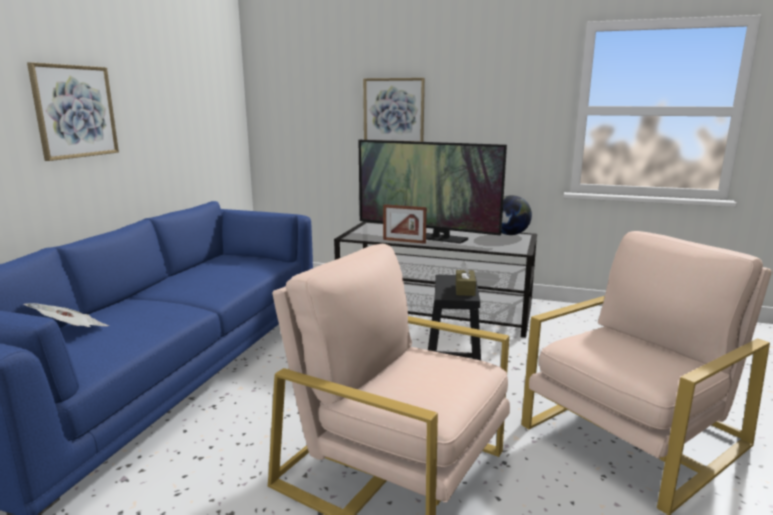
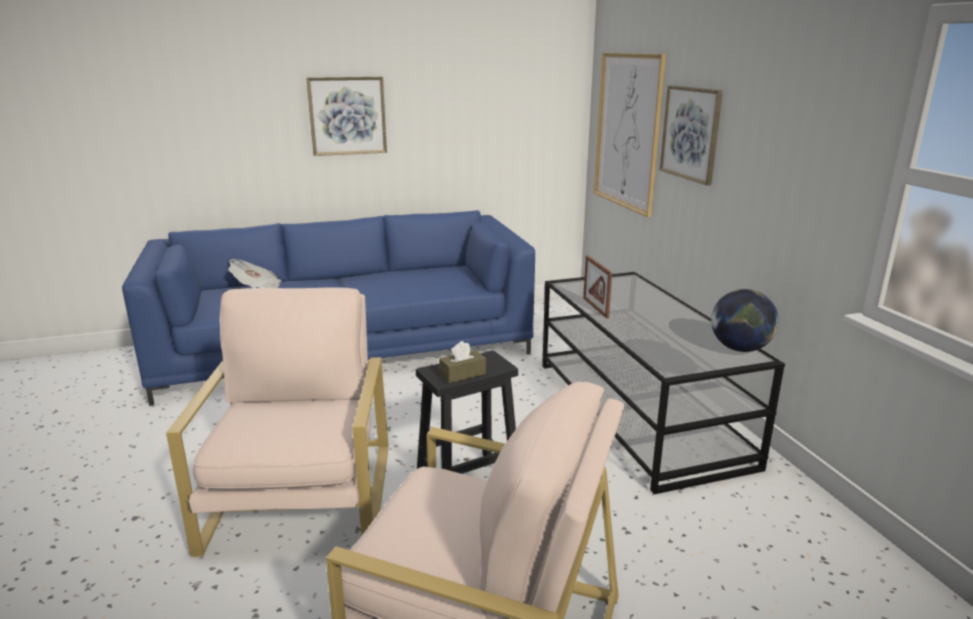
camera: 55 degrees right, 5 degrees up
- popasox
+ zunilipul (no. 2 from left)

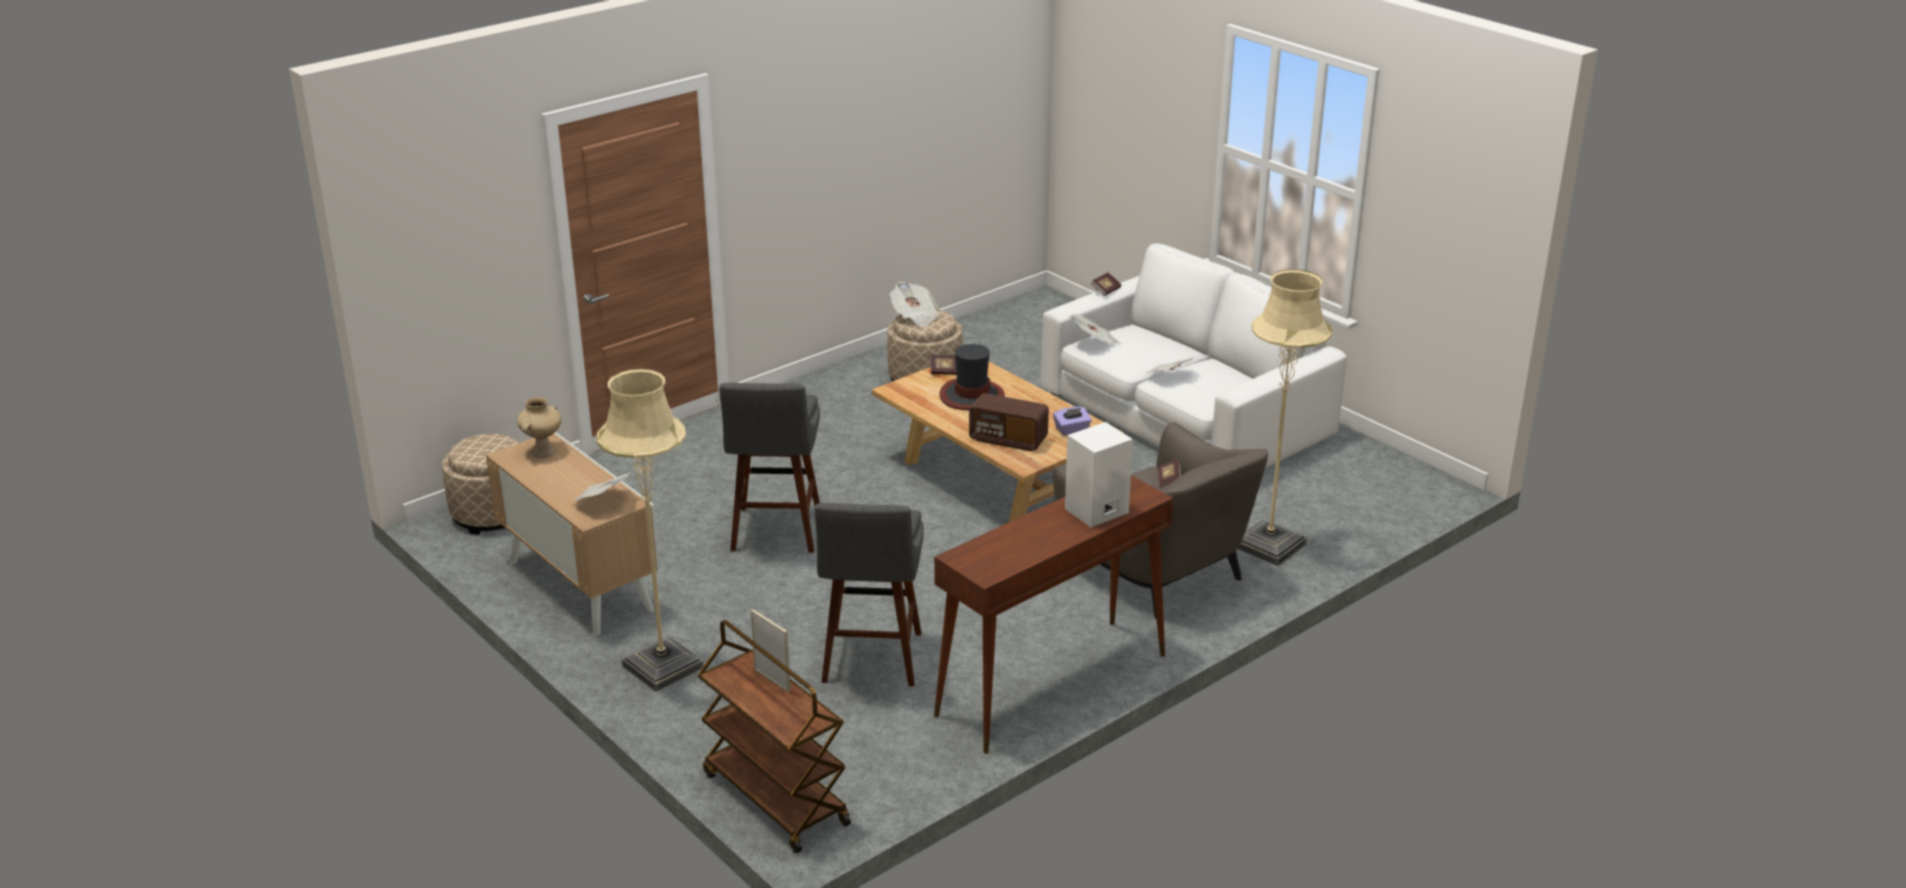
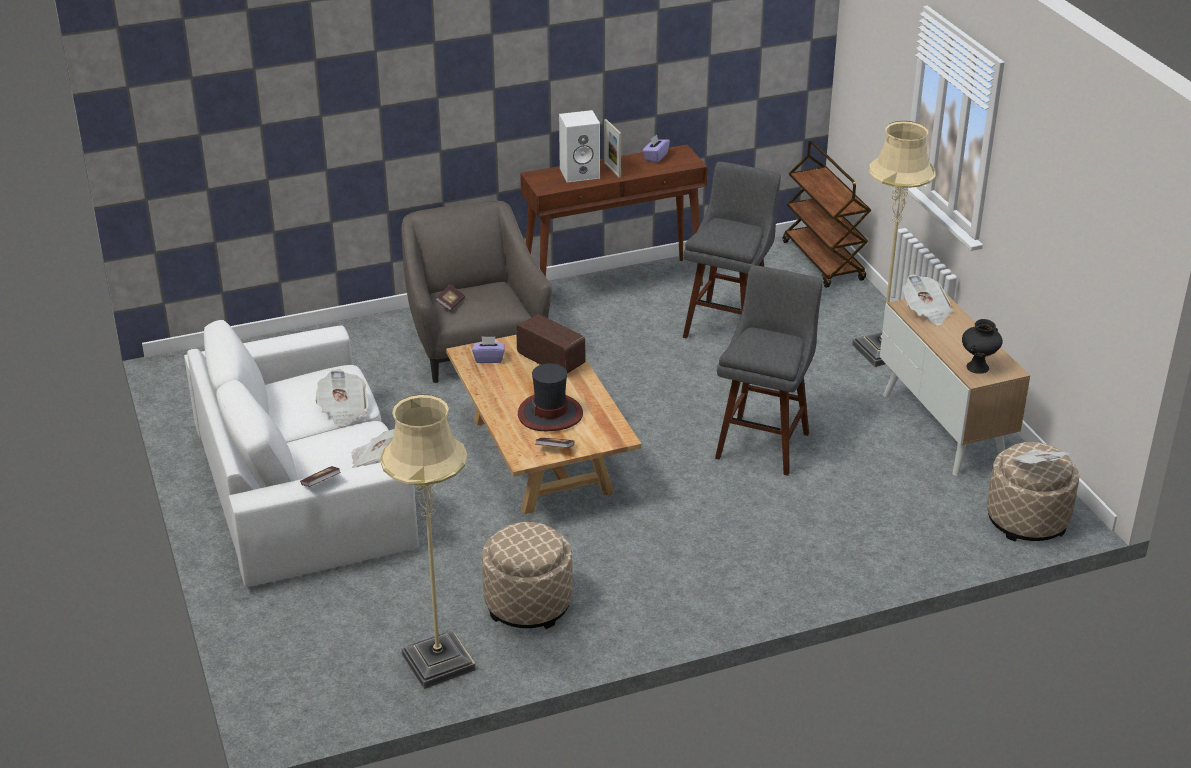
camera: 160 degrees left, 5 degrees up
~ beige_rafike to black_rafike
~ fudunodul
~ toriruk (no. 2 from left in the first image) to toriruk (no. 4 from left)
~ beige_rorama (no. 2 from left in the first image) to beige_rorama (no. 1 from left)
+ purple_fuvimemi (no. 2 from left)

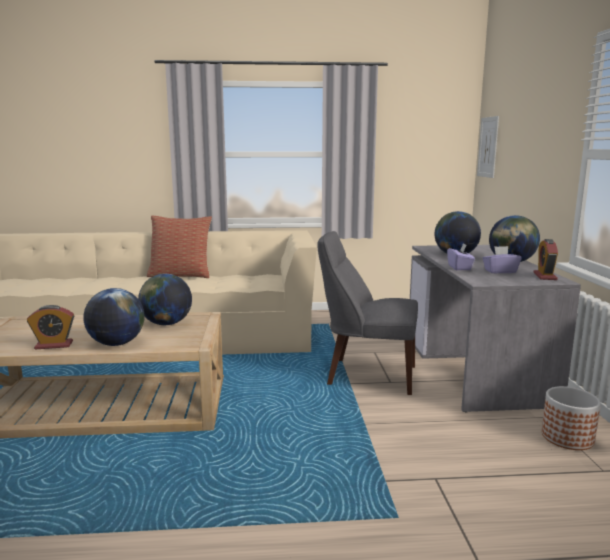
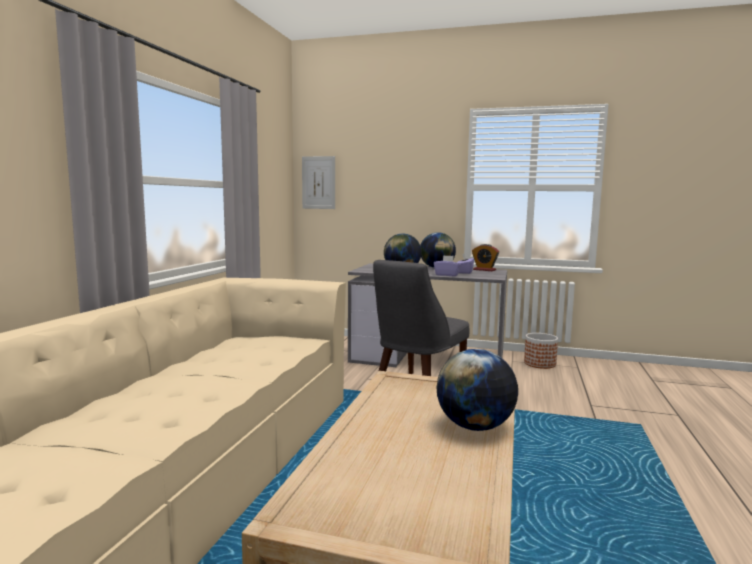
camera: 70 degrees left, 5 degrees down
- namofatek (no. 1 from left)
- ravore (no. 2 from left)
- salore

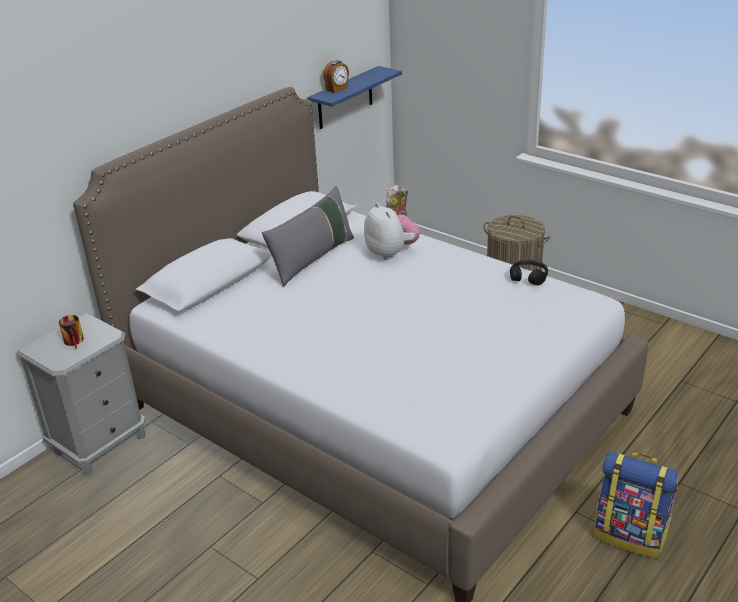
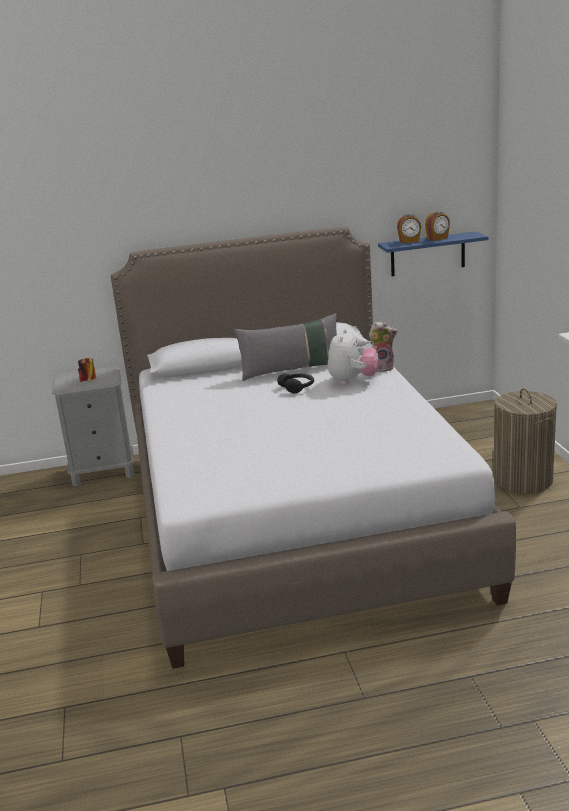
camera: 40 degrees right, 10 degrees down
~ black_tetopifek
- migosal
+ namofatek (no. 2 from left)

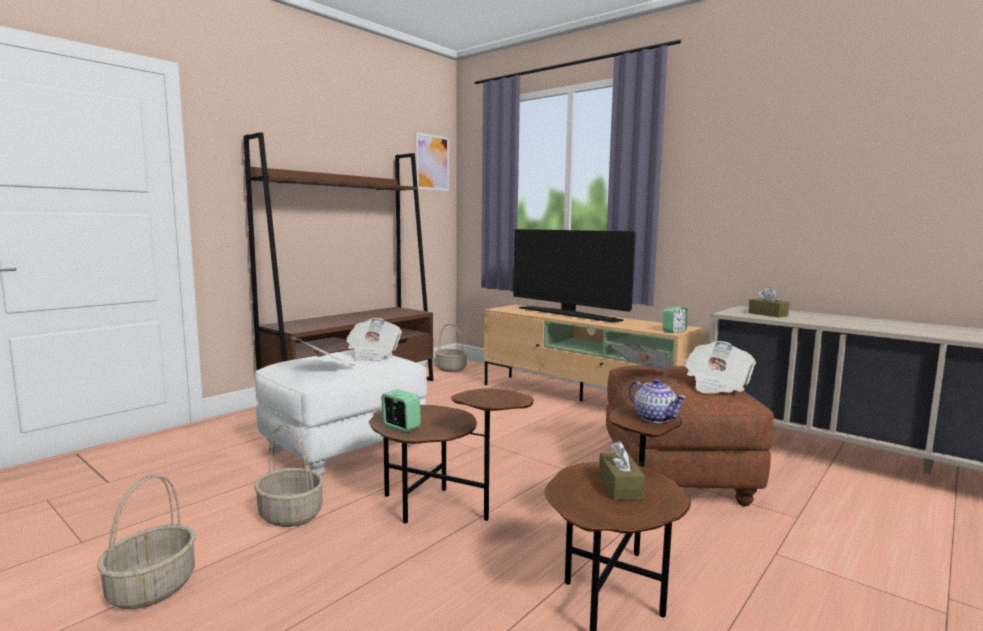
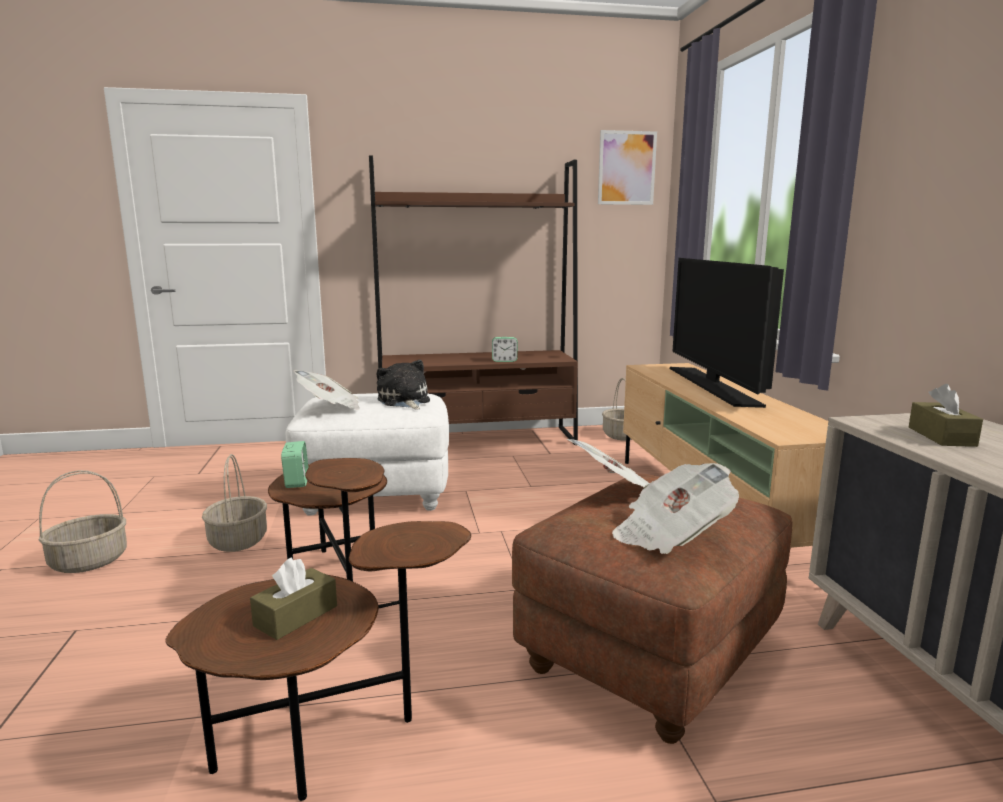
camera: 40 degrees right, 5 degrees up
~ toriruk (no. 2 from left) to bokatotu
- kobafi
~ namofatek (no. 2 from left)

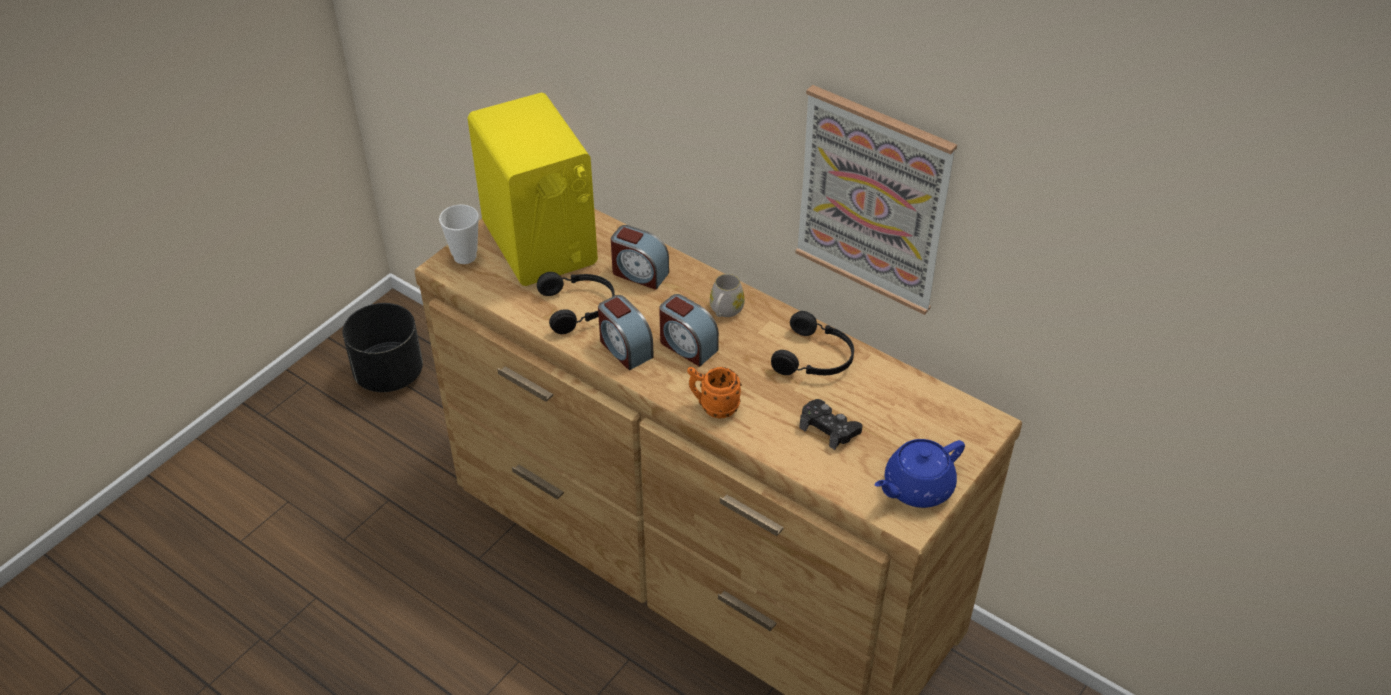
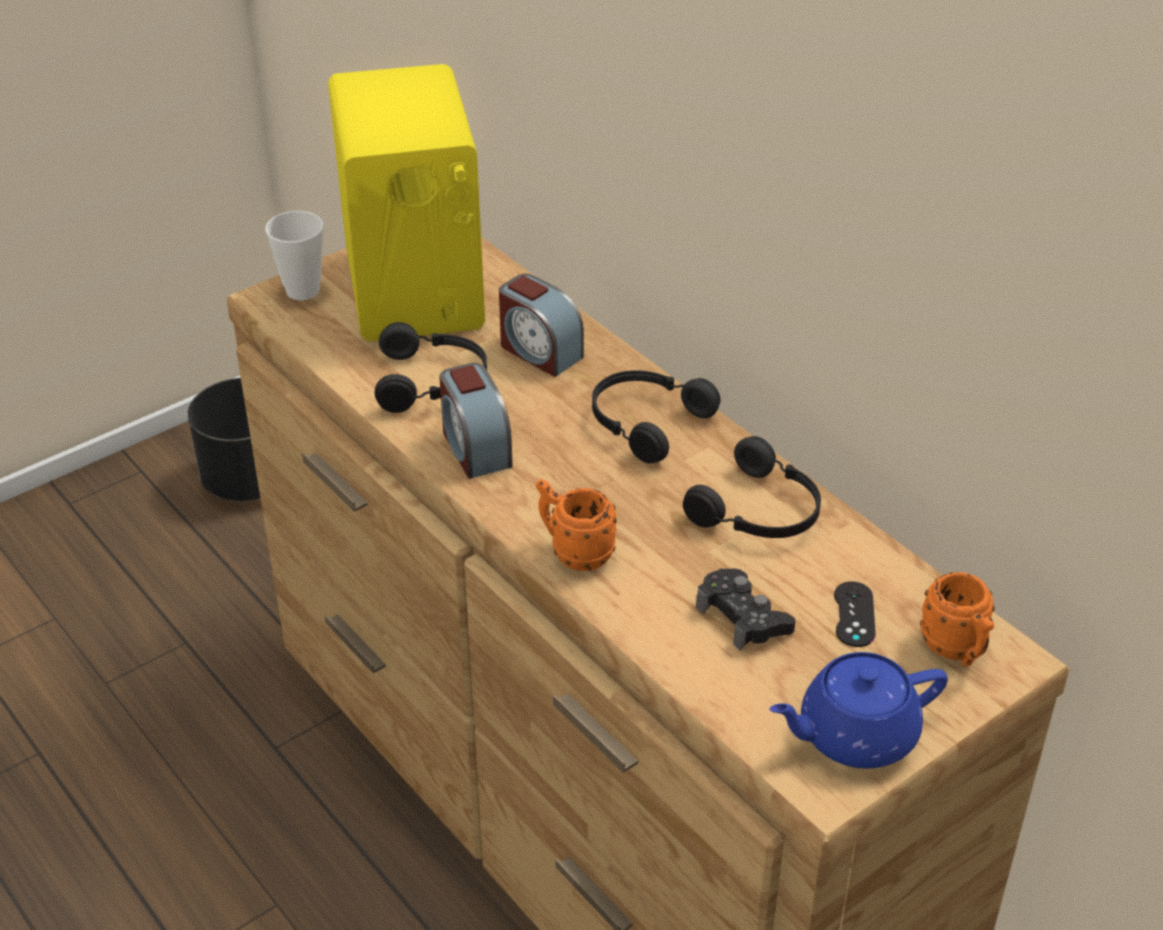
camera: 15 degrees right, 5 degrees down
- namofatek (no. 3 from left)
~ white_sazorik to black_tetopifek (no. 2 from left)
- zunilipul
+ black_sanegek (no. 2 from left)
+ orange_sazorik (no. 2 from left)

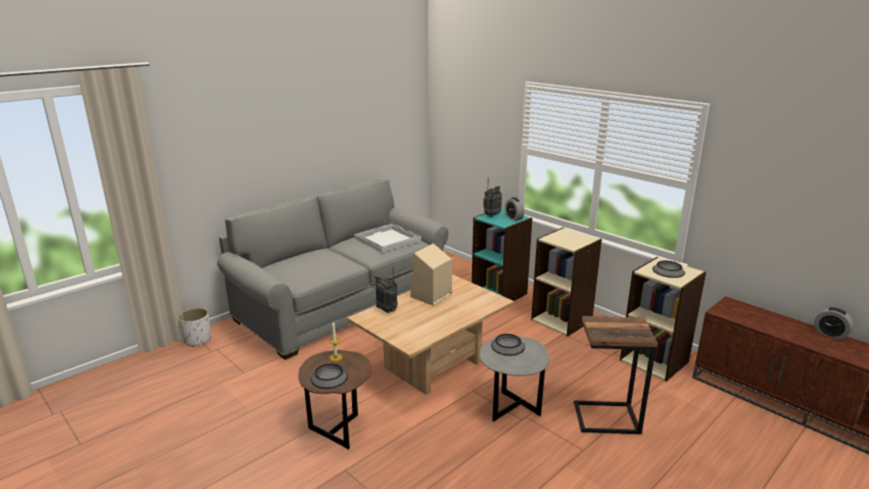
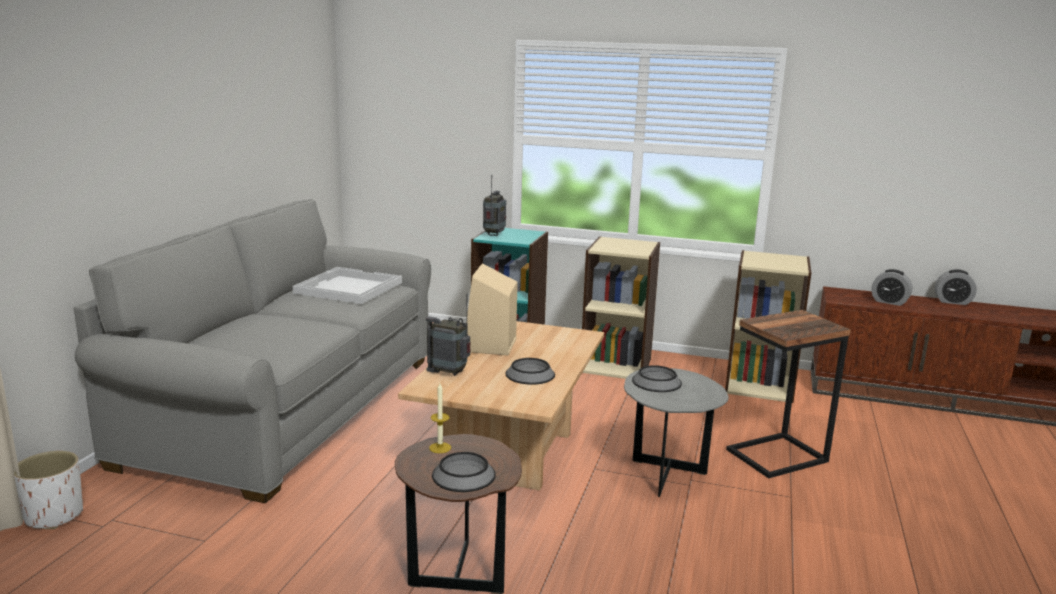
camera: 30 degrees left, 5 degrees down
~ namofatek (no. 1 from left)
~ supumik (no. 3 from left in the first image) to supumik (no. 2 from left)

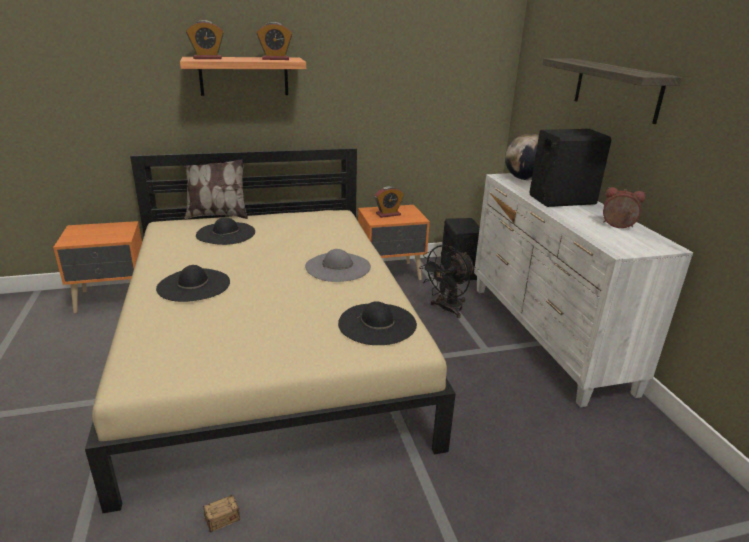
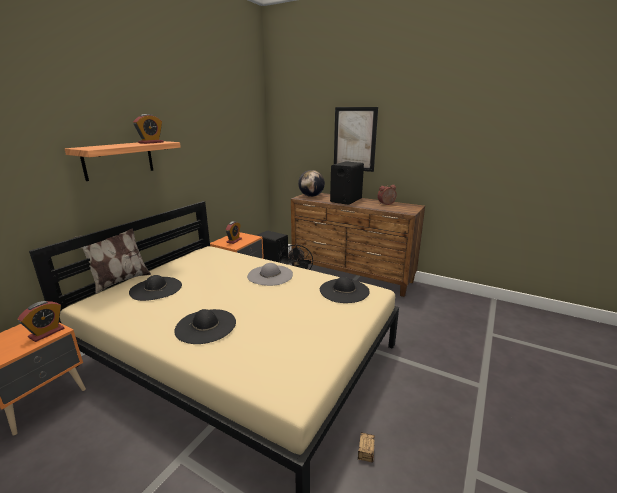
camera: 45 degrees left, 5 degrees down
~ namofatek (no. 1 from left)
~ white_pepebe to brown_pepebe
~ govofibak (no. 2 from left) to zunilipul

